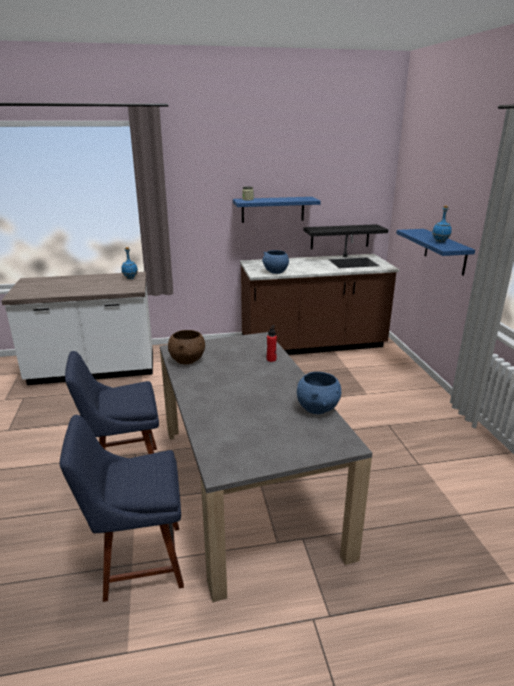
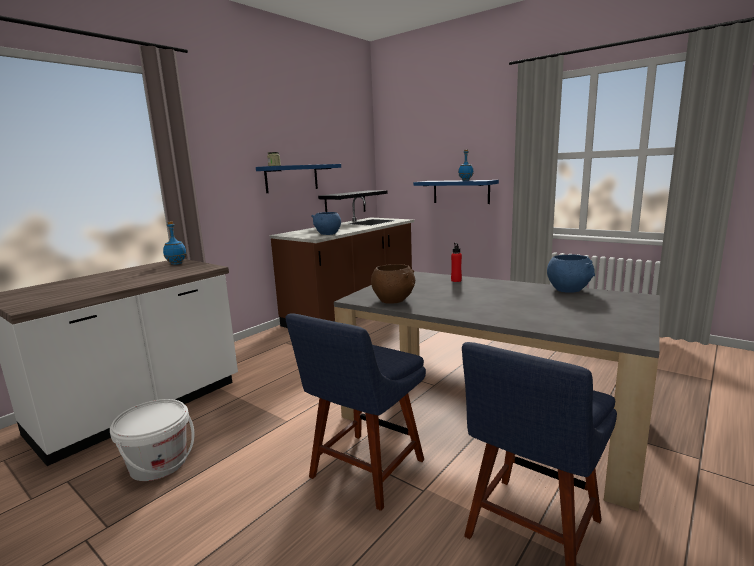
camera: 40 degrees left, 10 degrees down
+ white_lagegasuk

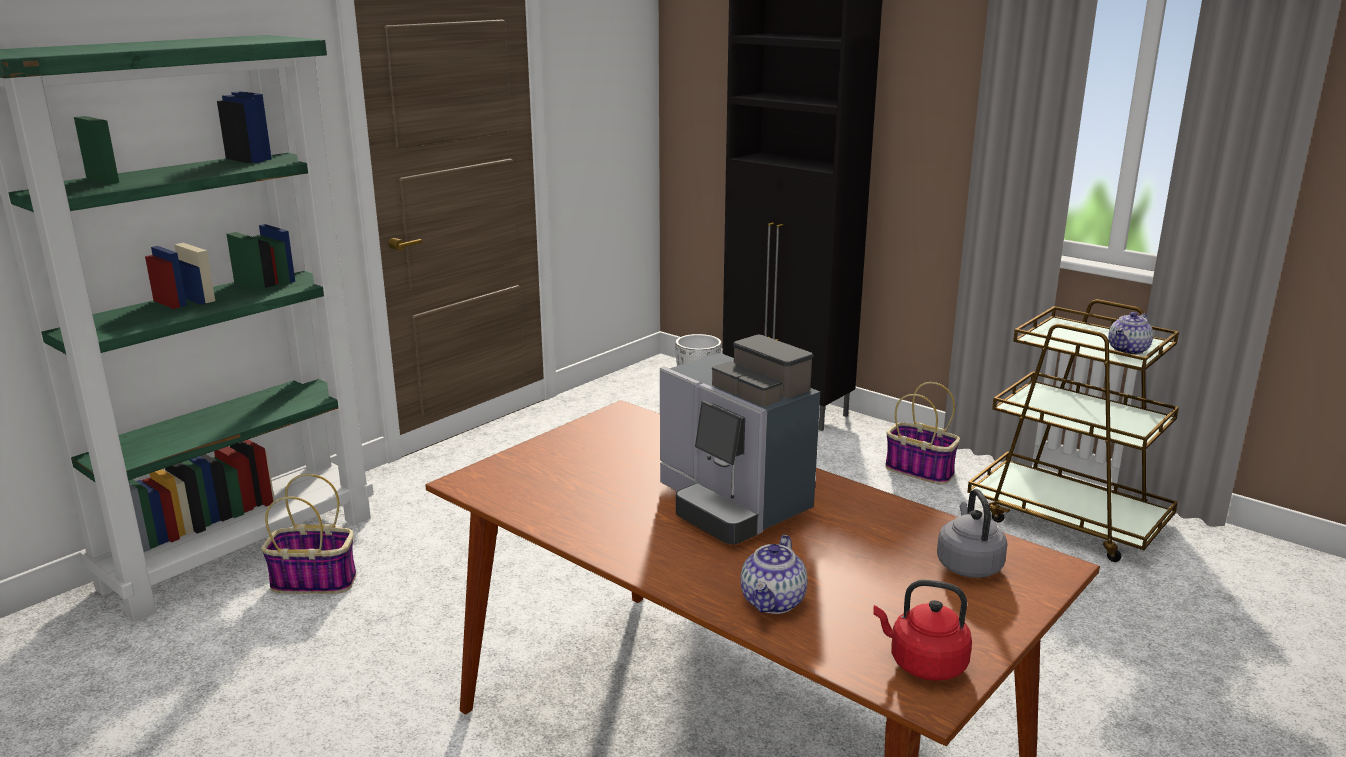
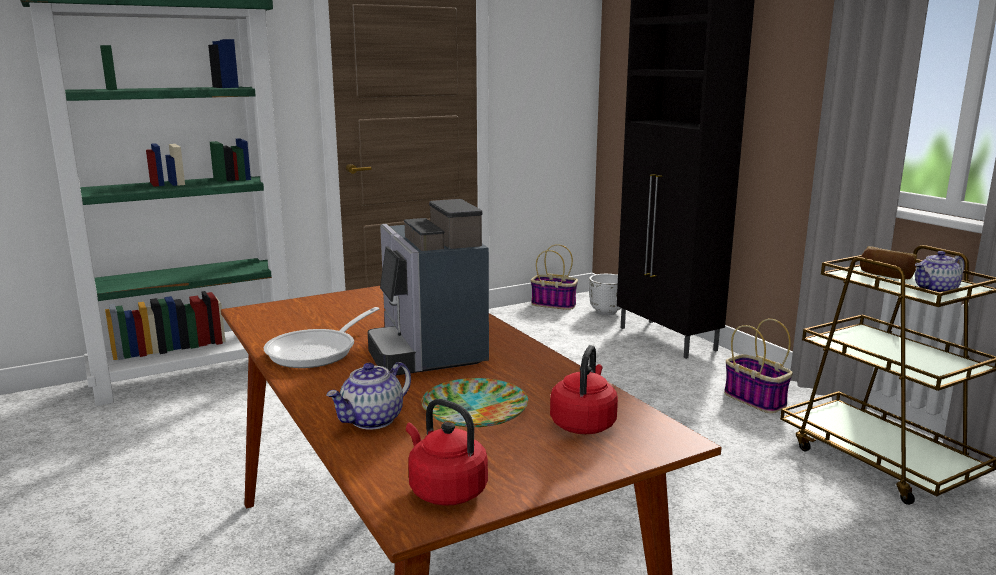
camera: 20 degrees right, 5 degrees down
~ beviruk (no. 1 from left)
~ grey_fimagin to red_fimagin (no. 2 from left)
+ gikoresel
+ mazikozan
+ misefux

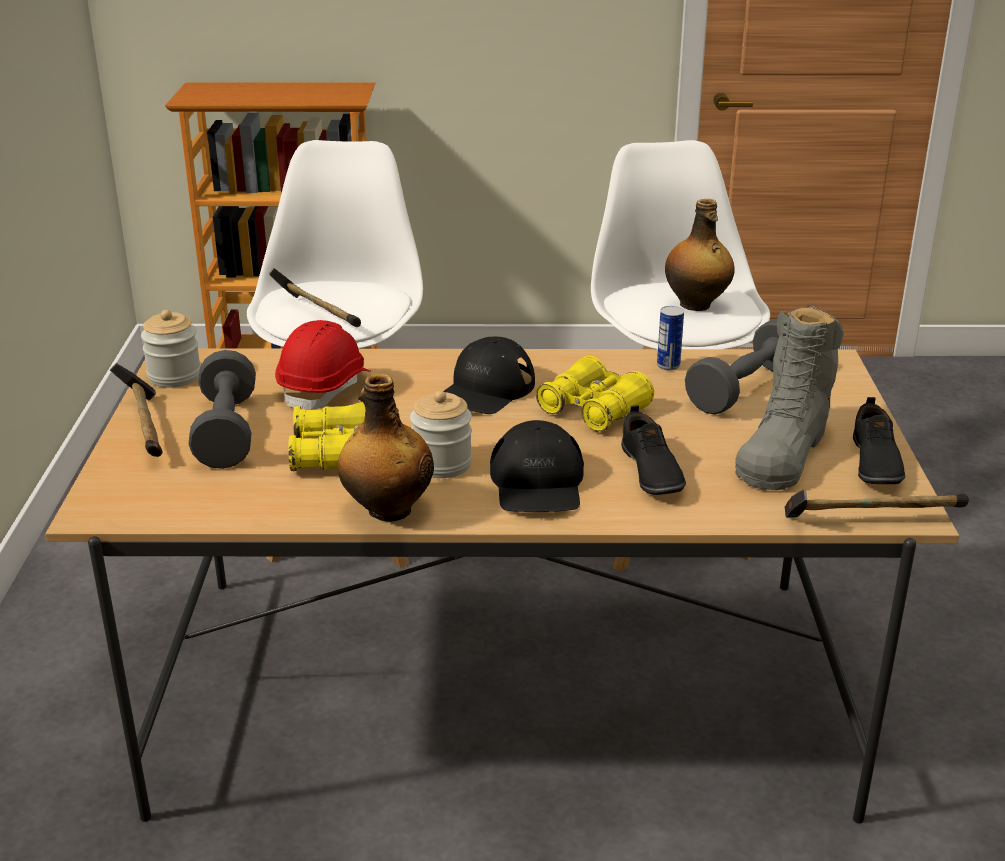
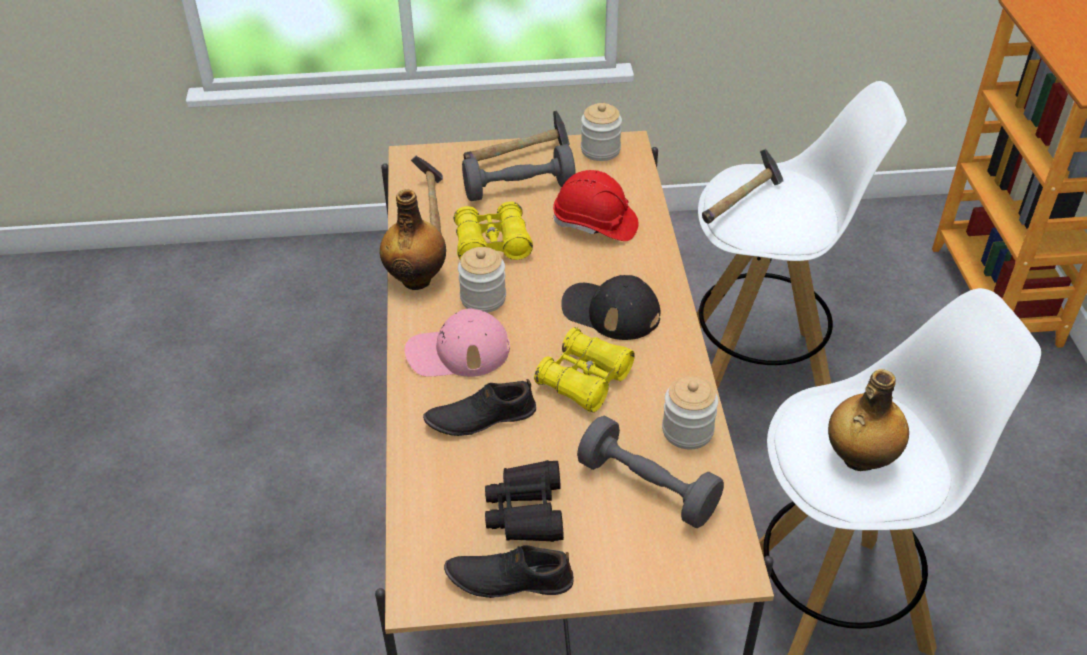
camera: 85 degrees right, 15 degrees up
~ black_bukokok (no. 2 from left) to pink_bukokok
~ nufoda to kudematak (no. 3 from left)
~ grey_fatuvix to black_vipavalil
~ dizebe (no. 3 from left in the first image) to dizebe (no. 1 from left)

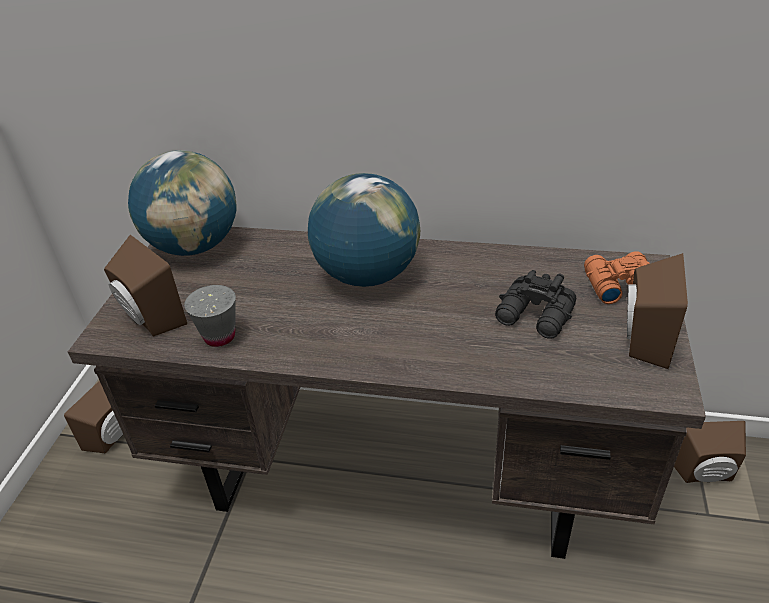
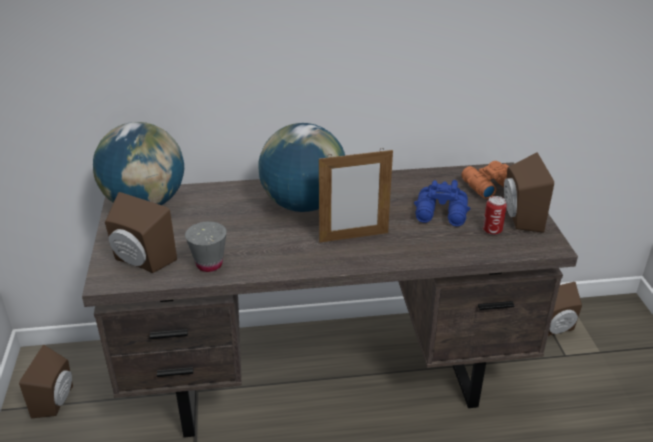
camera: 20 degrees left, 5 degrees down
~ black_vipavalil to blue_vipavalil
+ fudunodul
+ nufoda

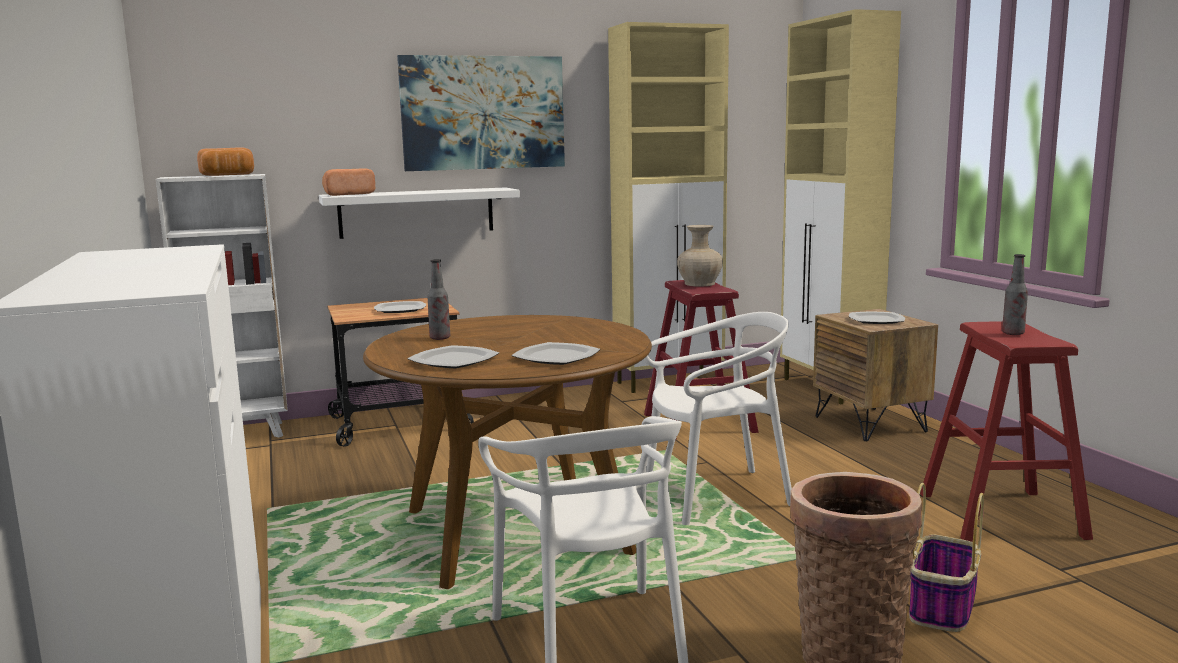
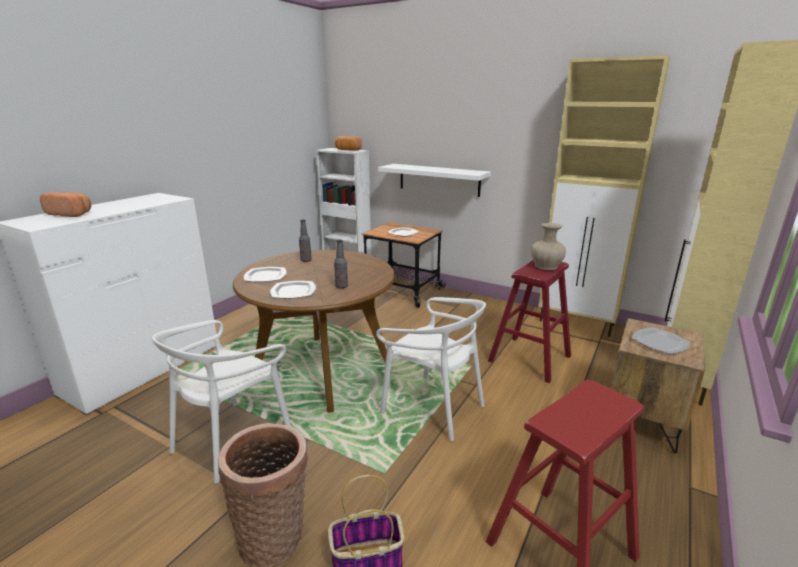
camera: 50 degrees right, 10 degrees up
~ misefux (no. 2 from left in the first image) to misefux (no. 1 from left)
- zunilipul
~ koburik (no. 2 from left)

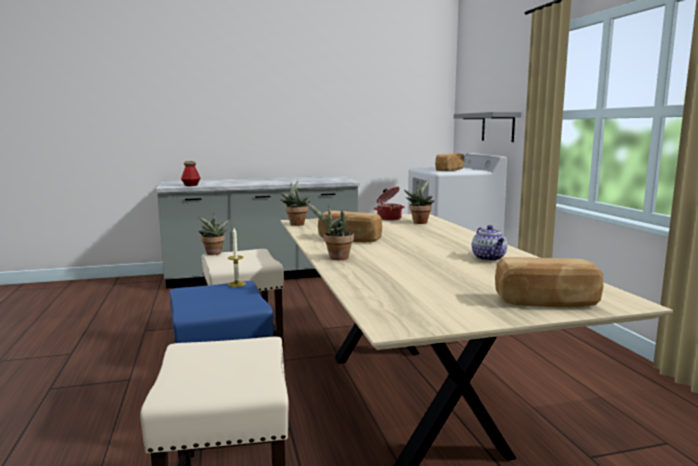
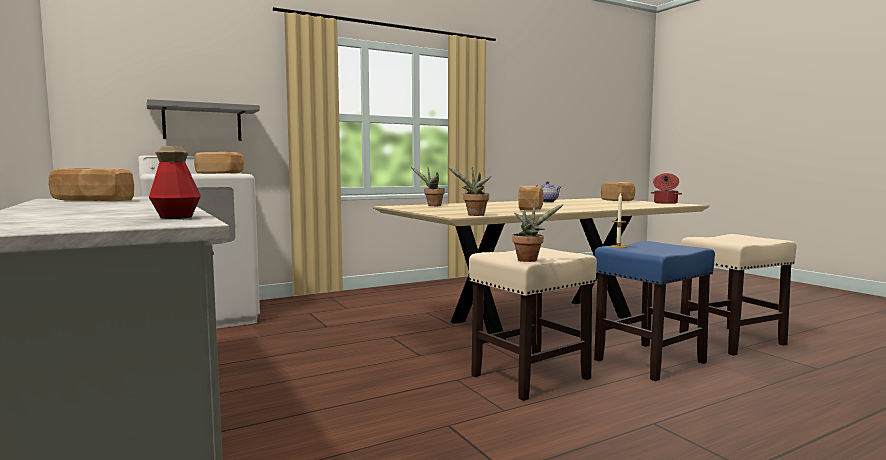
camera: 105 degrees left, 5 degrees down
- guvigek (no. 3 from left)
~ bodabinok
+ misefux (no. 1 from left)

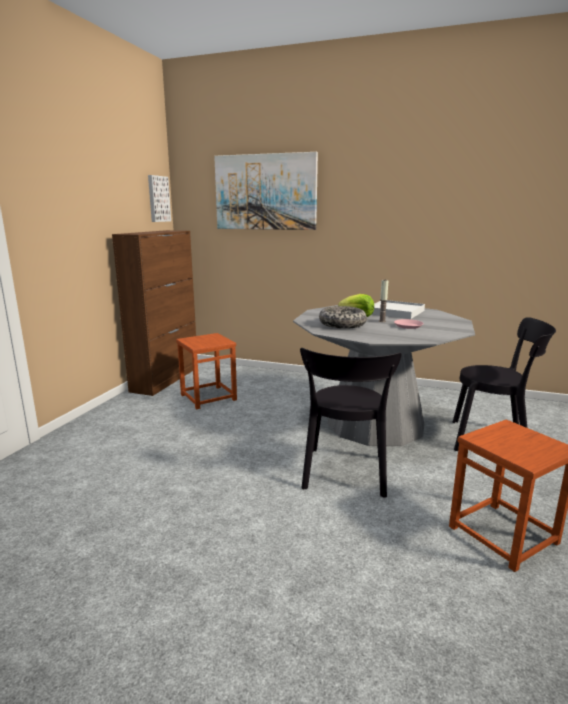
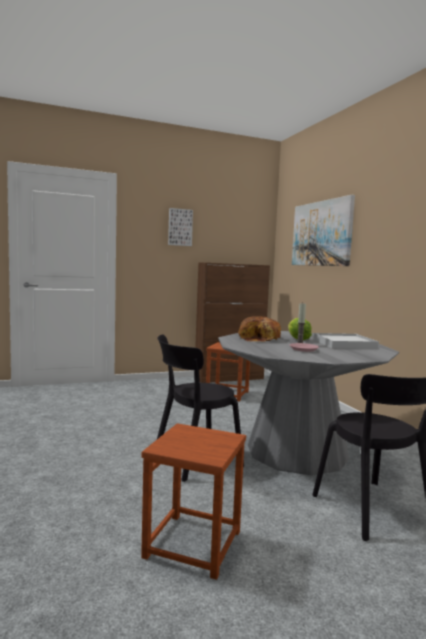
camera: 50 degrees right, 10 degrees down
~ zunilipul (no. 1 from left)
~ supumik to misefux

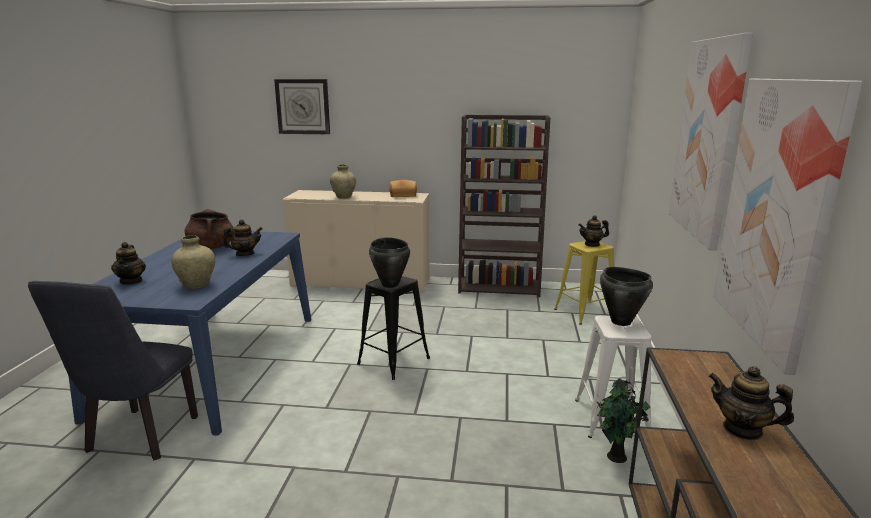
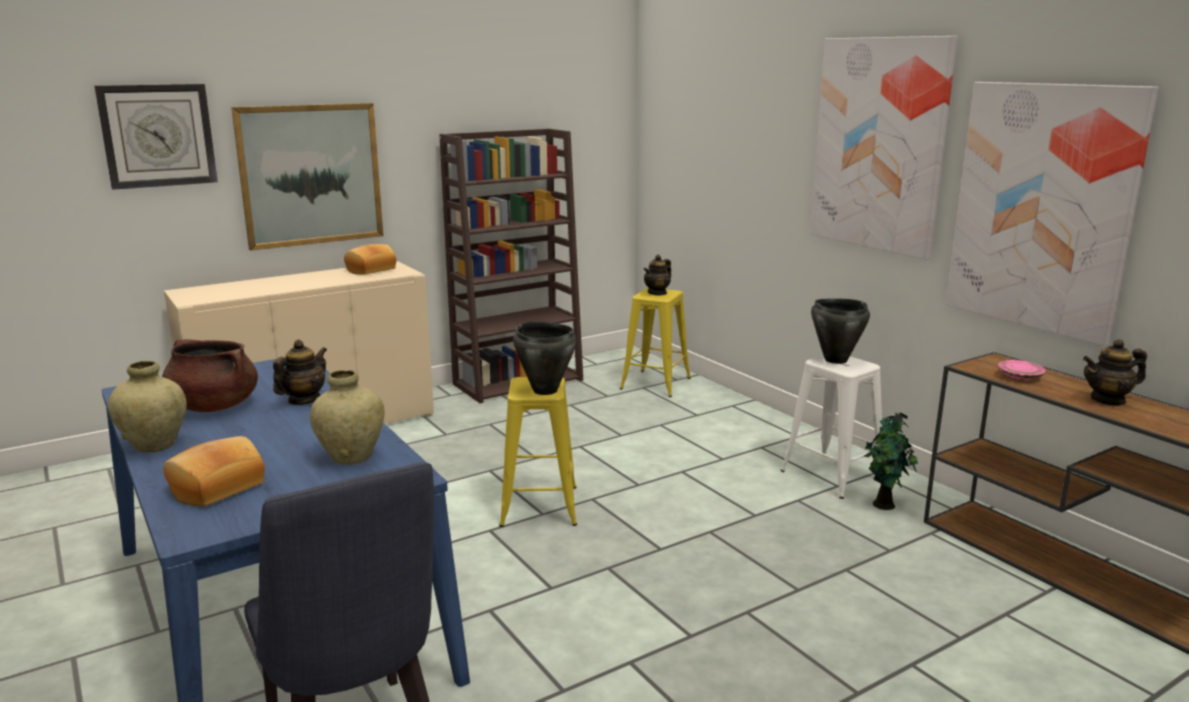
camera: 40 degrees left, 0 degrees up
~ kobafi (no. 1 from left) to misefux (no. 1 from left)
~ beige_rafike (no. 2 from left in the first image) to beige_rafike (no. 1 from left)
~ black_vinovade to yellow_vinovade (no. 1 from left)
+ zunilipul (no. 1 from left)
+ pink_mazikozan

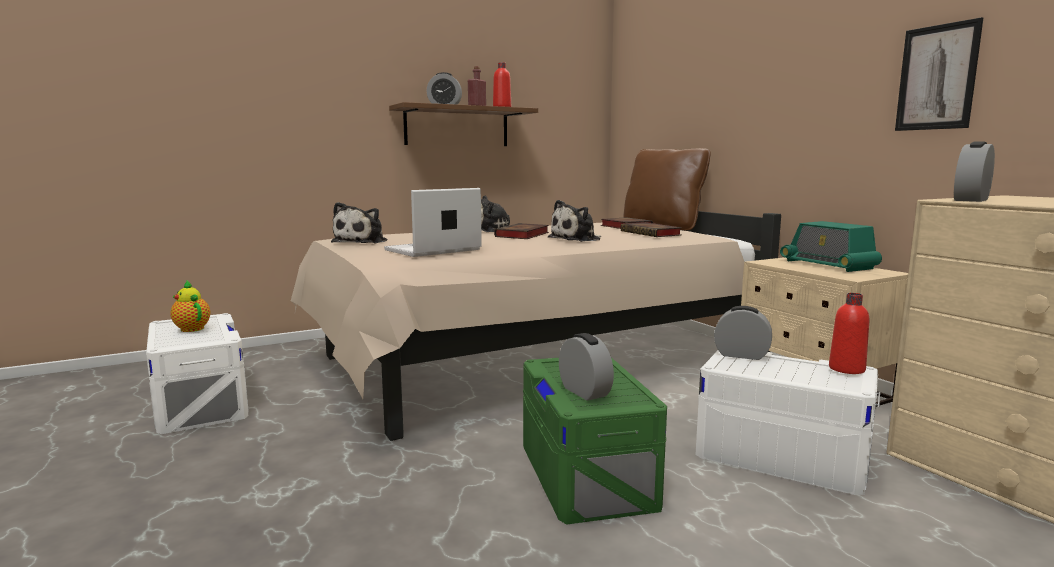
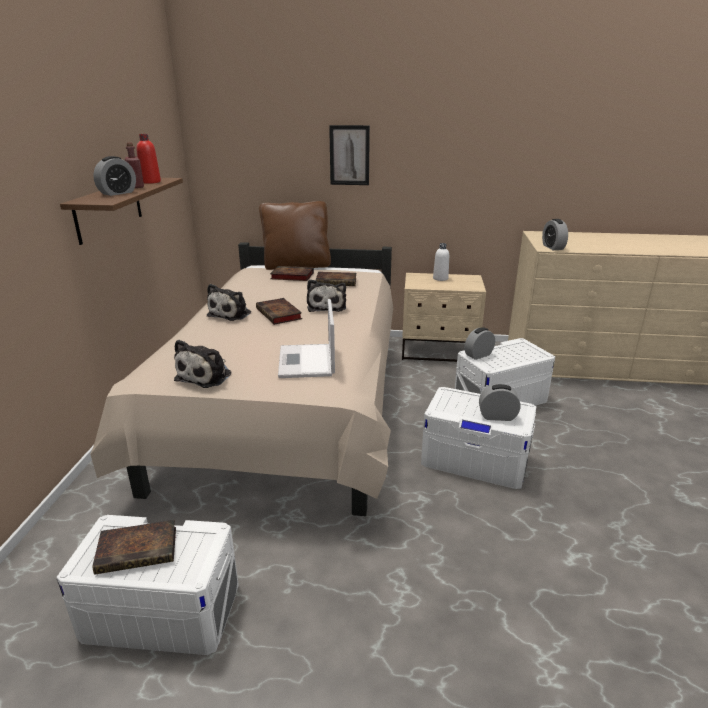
camera: 55 degrees left, 15 degrees up
~ kobafi to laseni (no. 1 from left)
~ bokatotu (no. 1 from left) 60 degrees clockwise
~ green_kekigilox to white_kekigilox (no. 2 from left)
~ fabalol to white_koburik
- red_koburik (no. 3 from left)
~ zunilipul

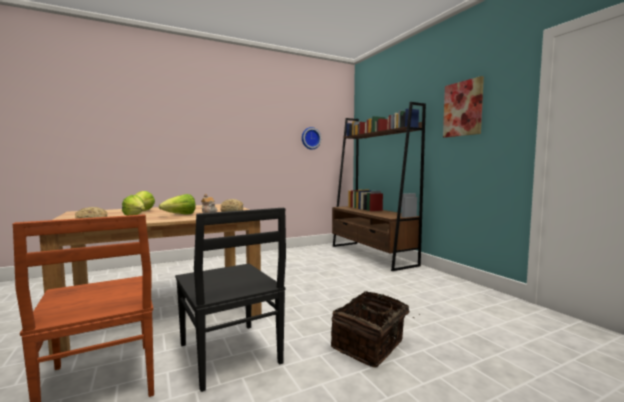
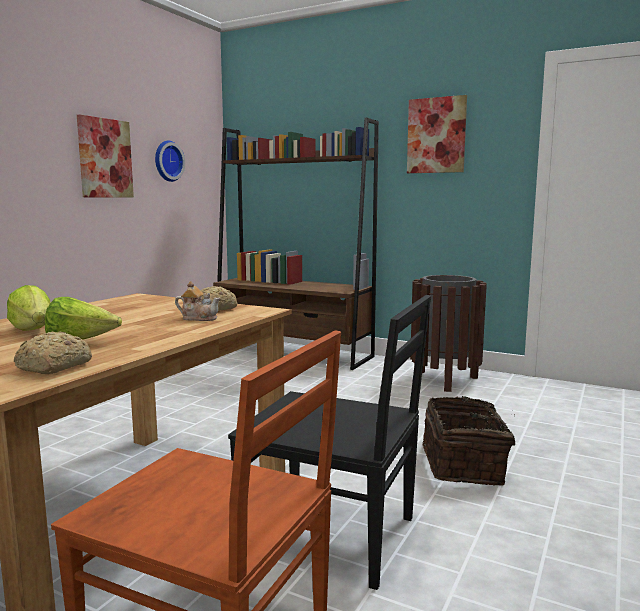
camera: 35 degrees left, 5 degrees up
- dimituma (no. 3 from left)
+ zunilipul (no. 1 from left)
+ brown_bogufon

